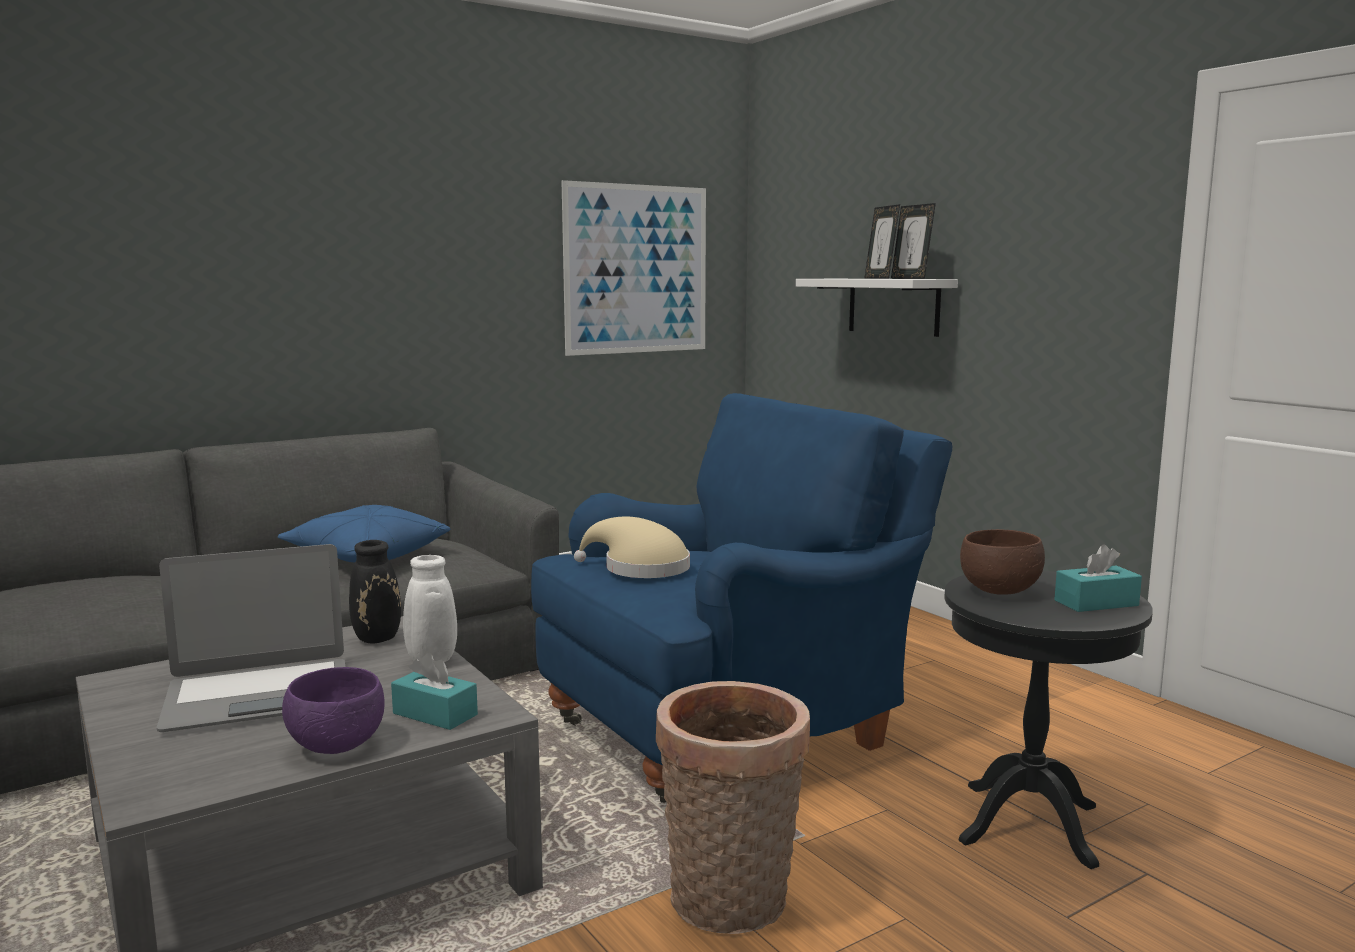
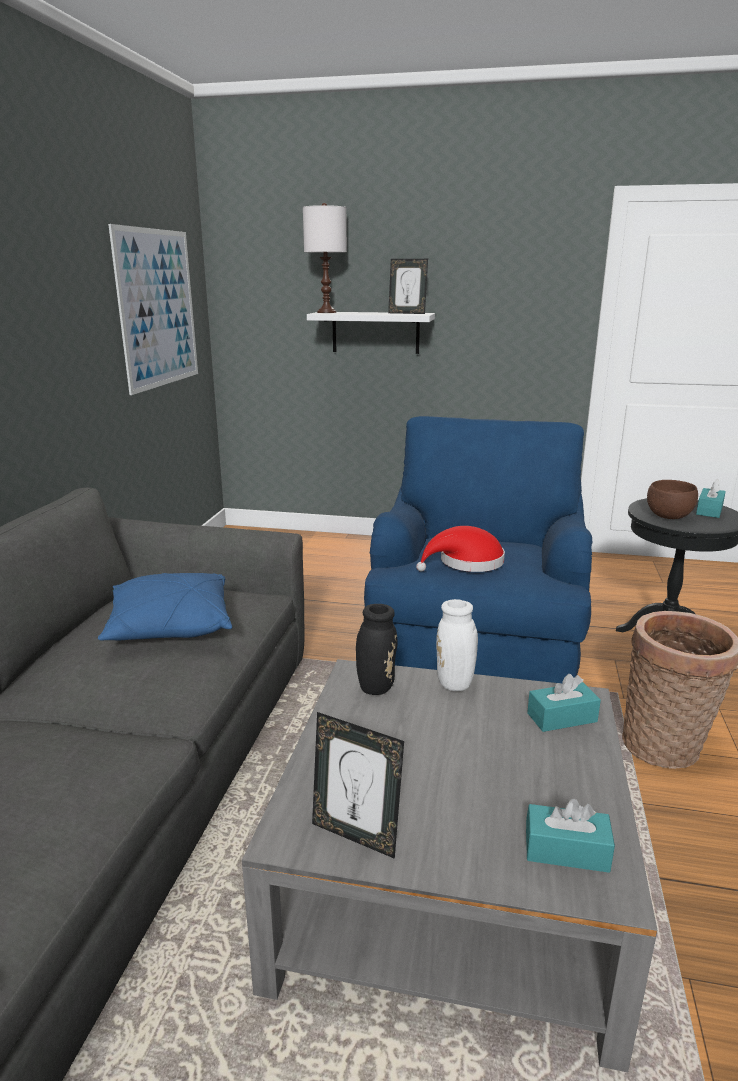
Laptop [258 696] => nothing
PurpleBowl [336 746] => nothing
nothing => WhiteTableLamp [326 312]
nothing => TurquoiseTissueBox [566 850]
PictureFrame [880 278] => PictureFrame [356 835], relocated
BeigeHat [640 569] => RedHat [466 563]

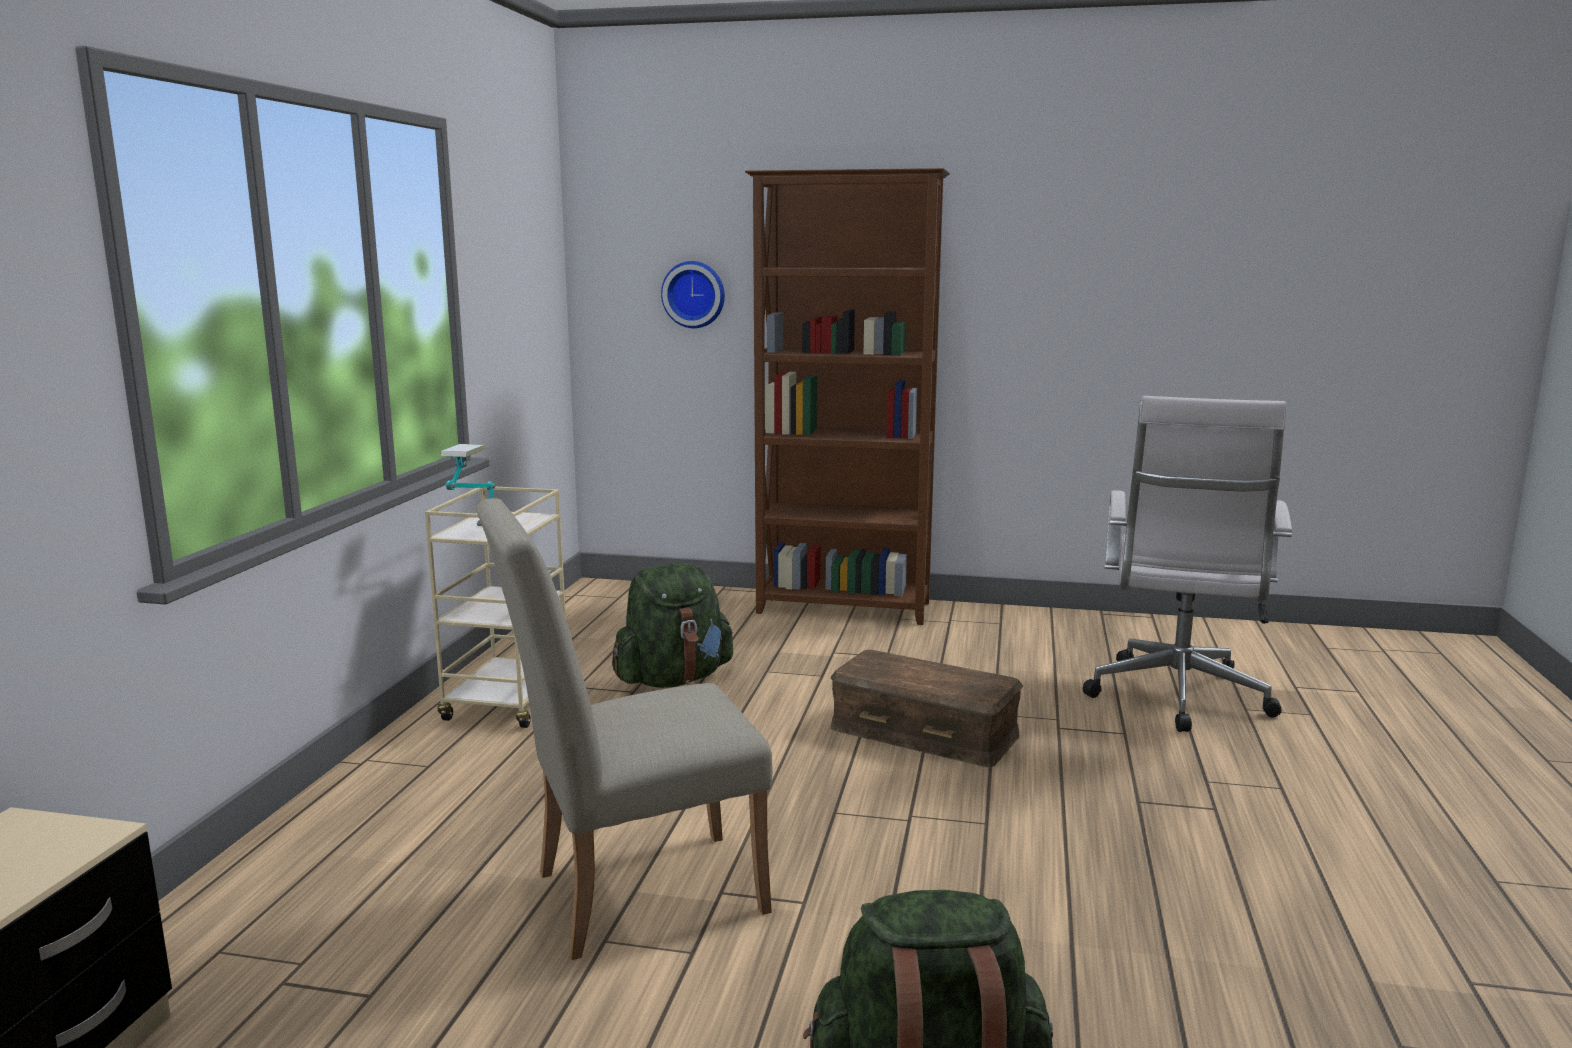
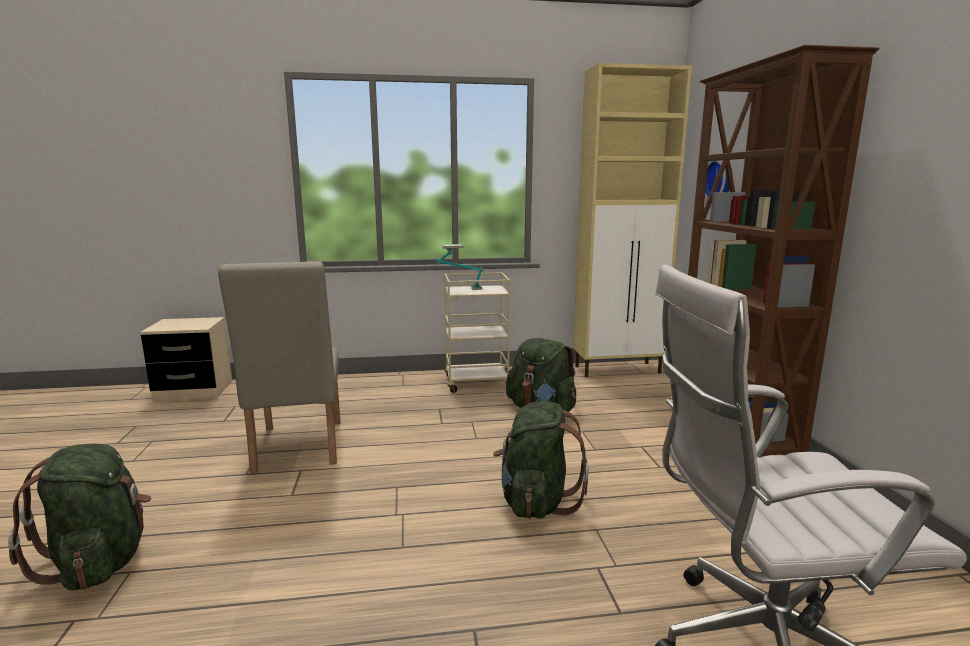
nothing => BeigeCabinet [618 369]
BrownStorageBox [925 731] => GreenBackpack [536 501]
BeigeChair [631 894] => BeigeChair [297 449], 150 degrees counterclockwise

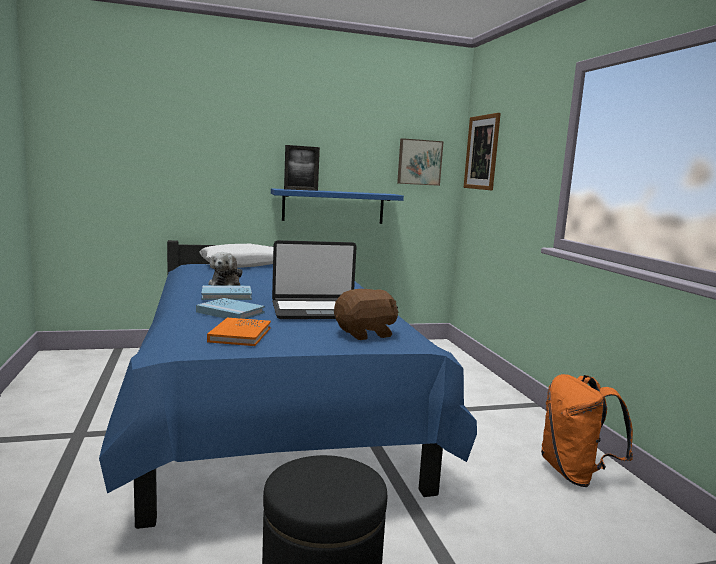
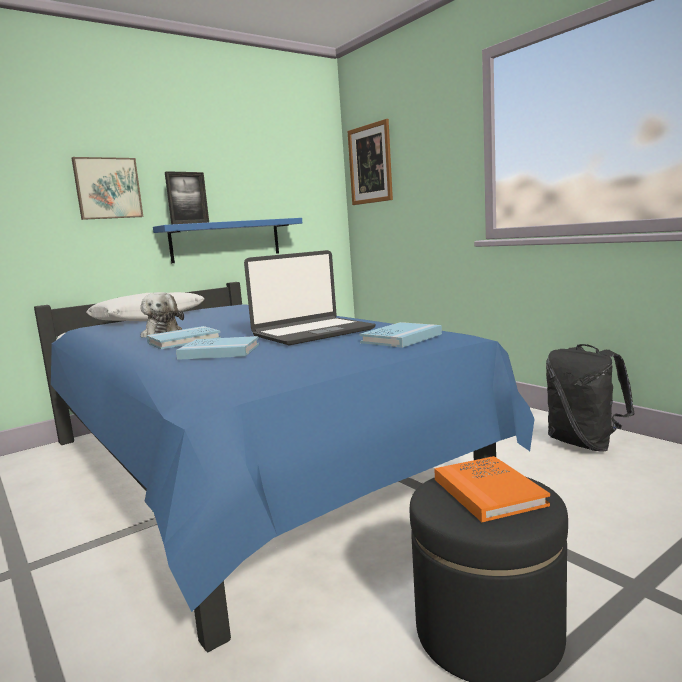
OrangeBook [240 335] => OrangeBook [488 492], relocated
Picture [419 162] => Picture [107 188], relocated
BrownPlushToy [365 334] => BlueBook [401 338]
OrangeBackpack [575 474] => BlackBackpack [584 443]

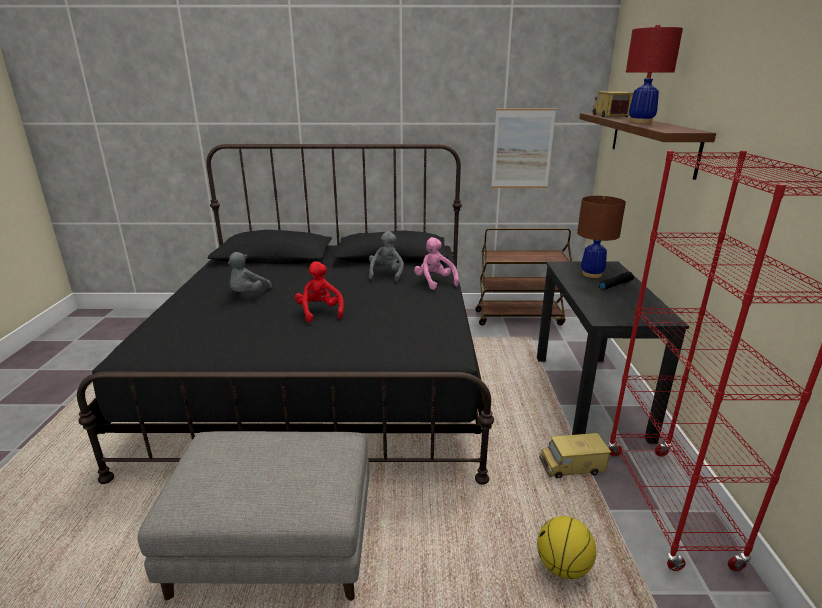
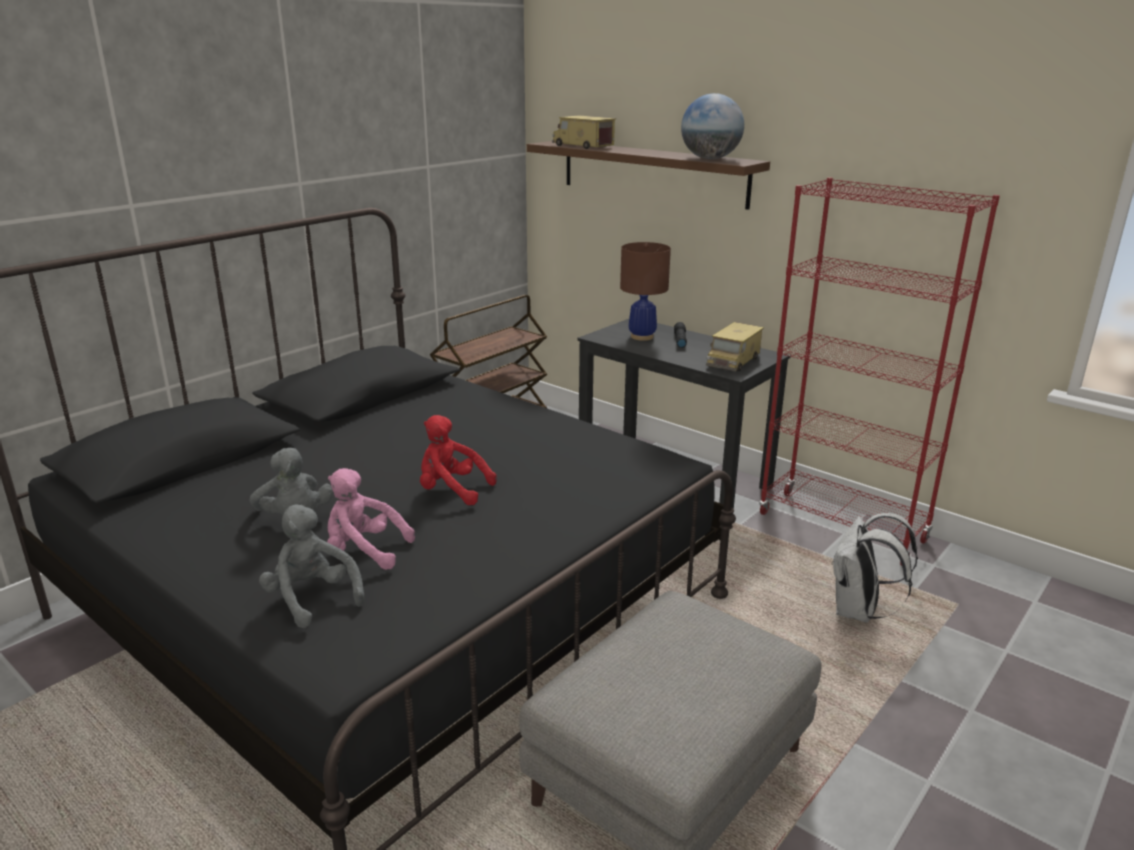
Picture [522 149] => nothing
RedTableLamp [640 122] => nothing
nothing => Globe [710 159]
GreyPlushToy [386 274] => GreyPlushToy [312 598], relocated
PinkPlushToy [434 282] => PinkPlushToy [364 552], relocated
ToyTruck [572 466] => ToyTruck [733 361], relocated
Basketball [562 567] => WhiteBackpack [859 611]

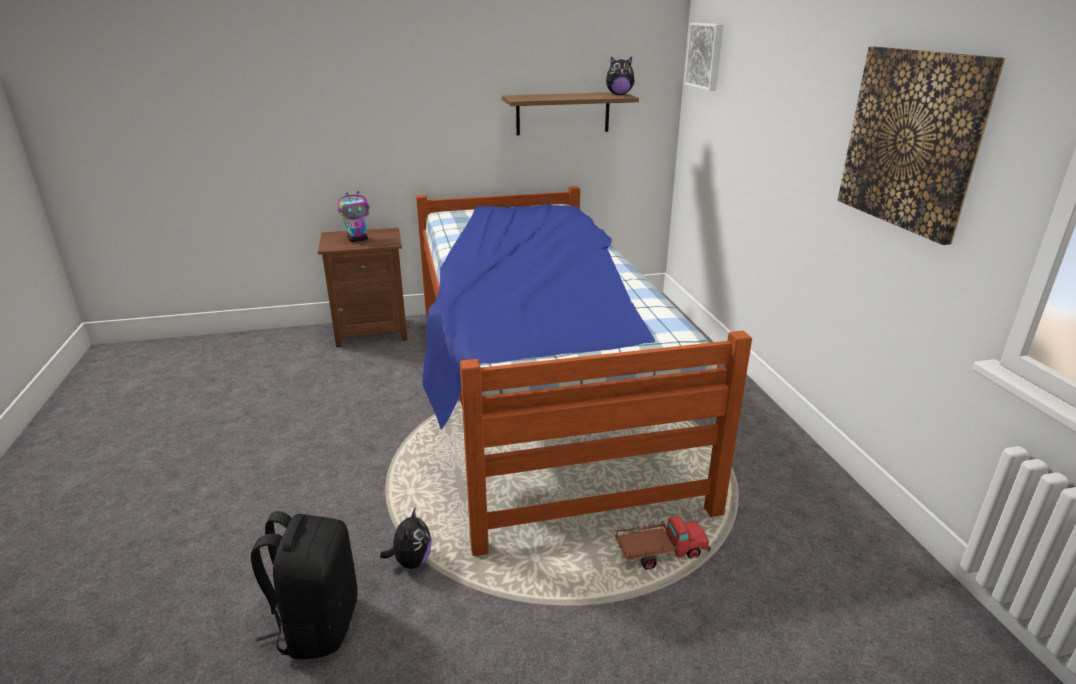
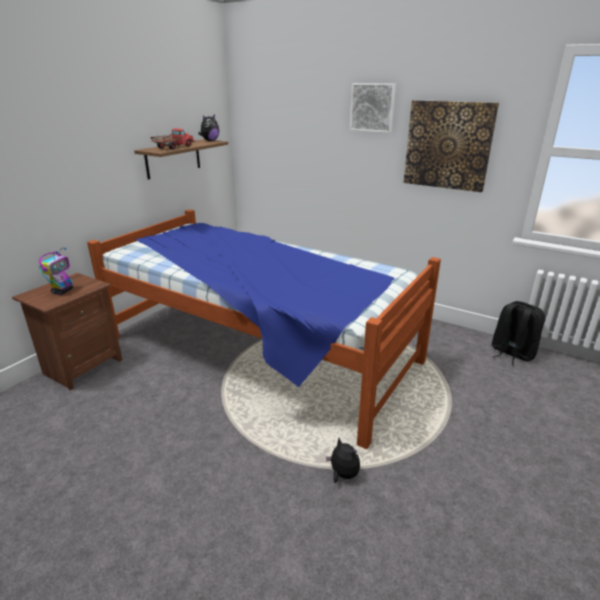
BlackBackpack [317 624] => BlackBackpack [511 353], relocated
ToyTruck [659 552] => ToyTruck [173 147], relocated
Picture [706 56] => Picture [373 107], relocated

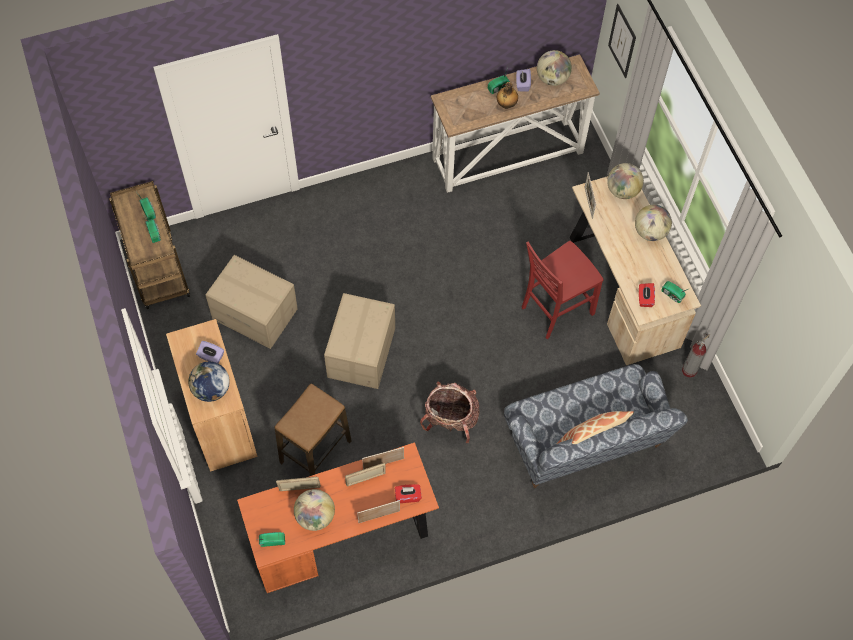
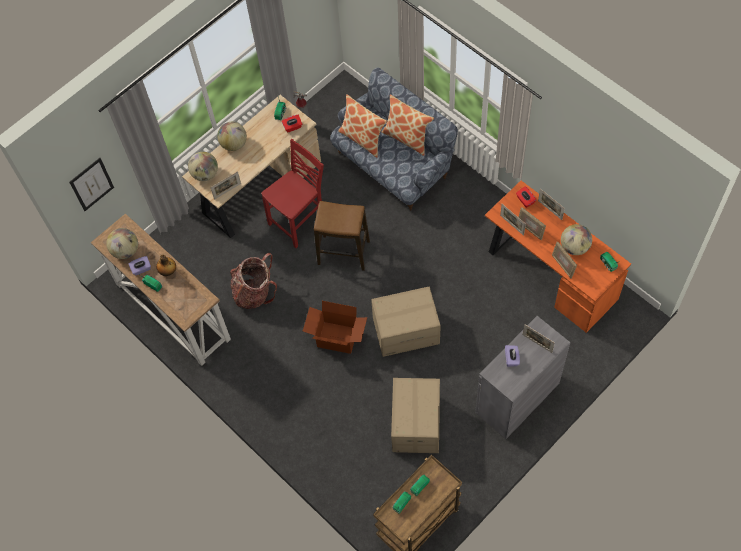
nothing => CardboardBox [337 338]
nothing => Pillow [363 138]
Stool [315 452] => Stool [343 253], relocated
Backpack [450 420] => Backpack [254 292], relocated
Globe [211 390] => PictureFrame [537 343]
BrownCabinet [221 421] => GreyCabinet [517 398]
RedChair [555 310] => RedChair [299 221], 75 degrees counterclockwise

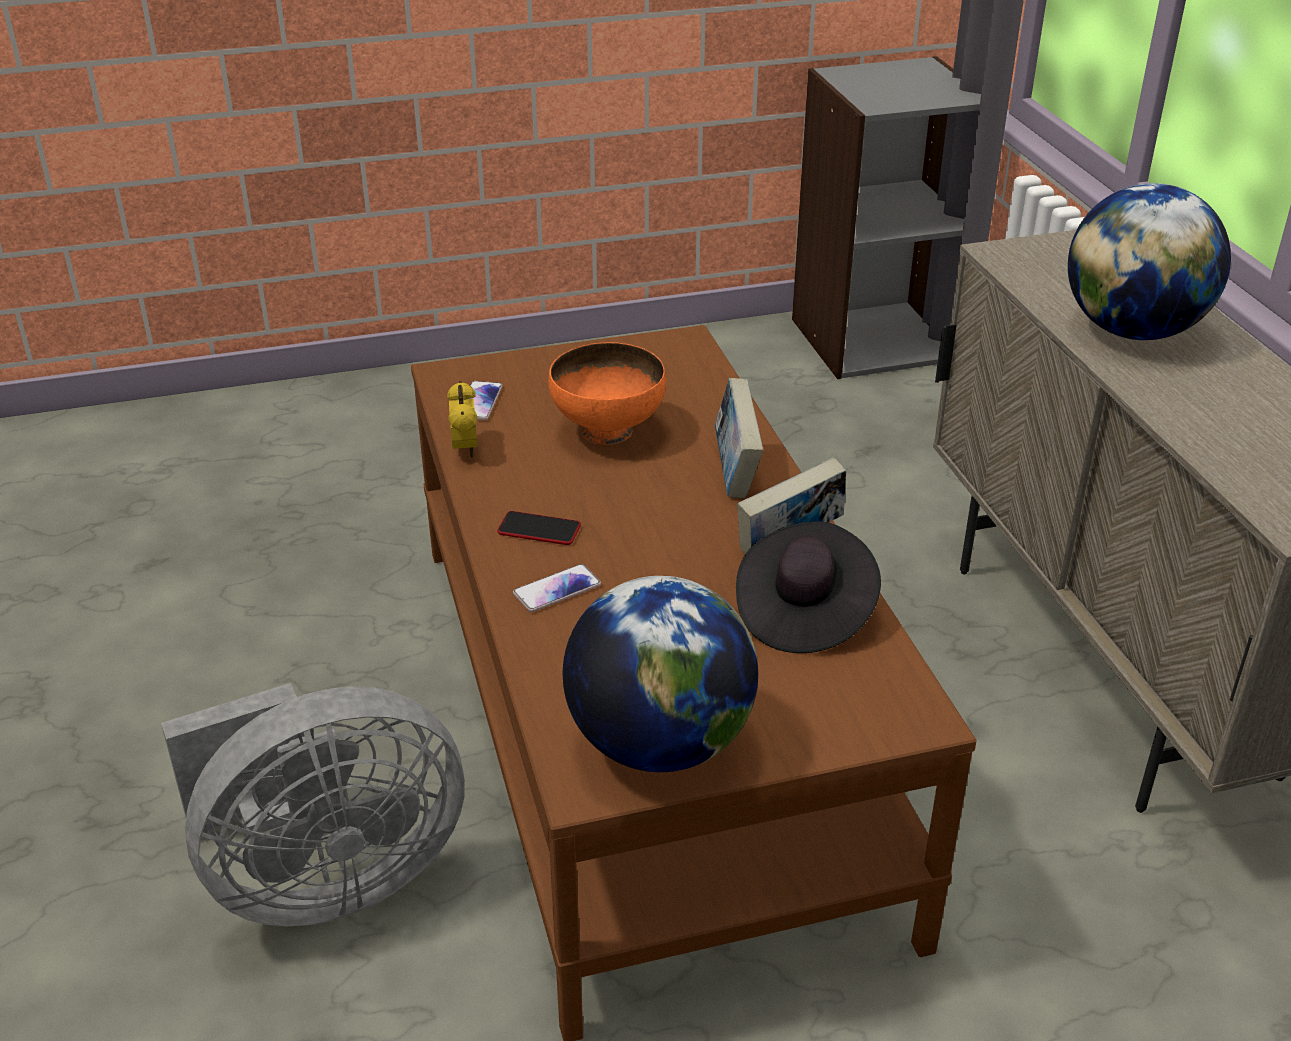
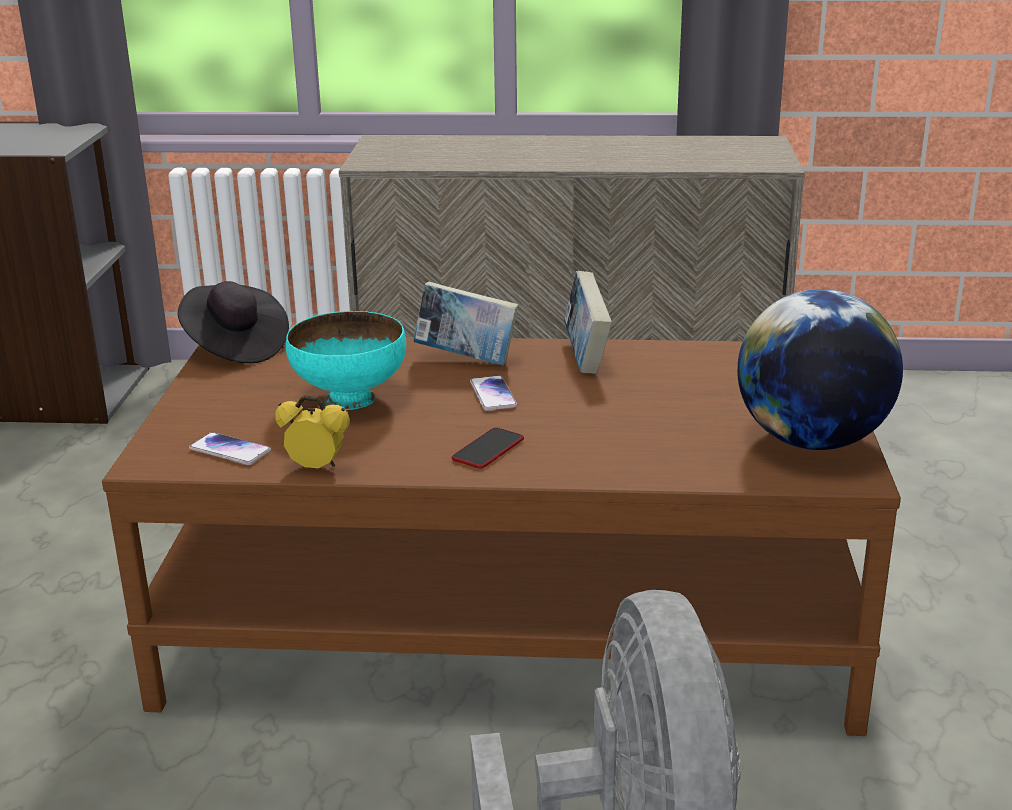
Globe [1133 330] => nothing
Phone [557 589] => Phone [492 394], relocated
BlackHat [804 613] => BlackHat [235 347], relocated
OrangeBowl [608 432] => TurquoiseBowl [351 398]

